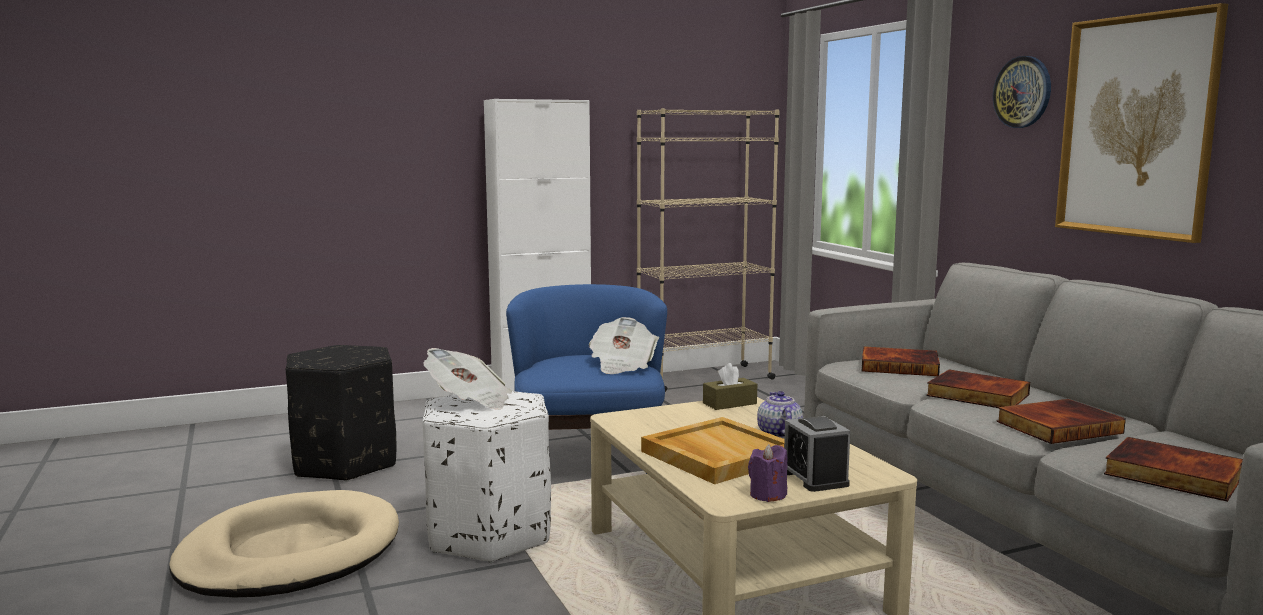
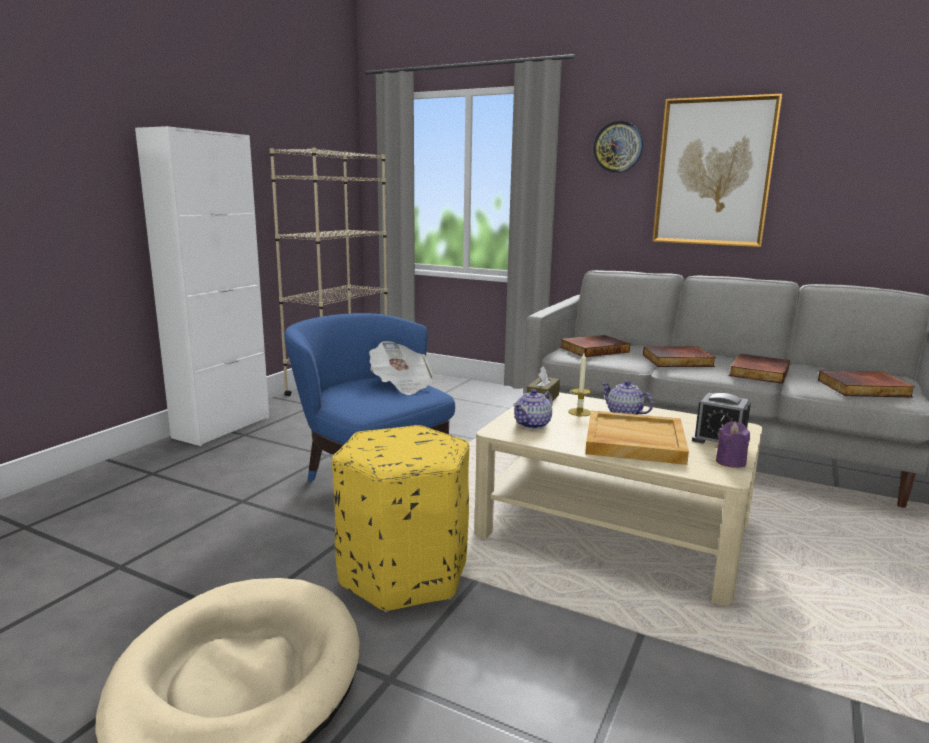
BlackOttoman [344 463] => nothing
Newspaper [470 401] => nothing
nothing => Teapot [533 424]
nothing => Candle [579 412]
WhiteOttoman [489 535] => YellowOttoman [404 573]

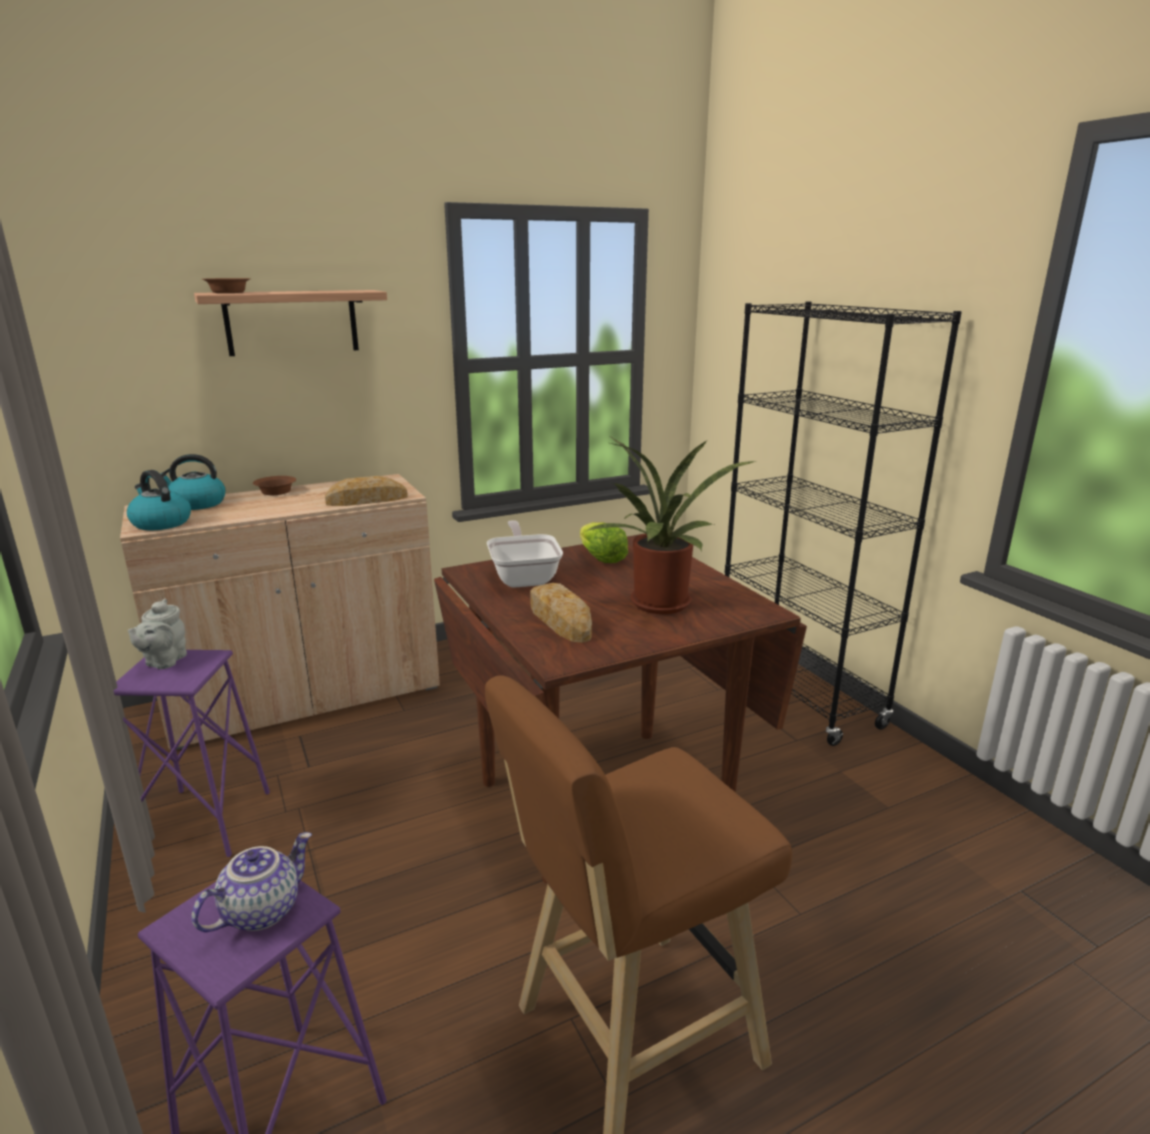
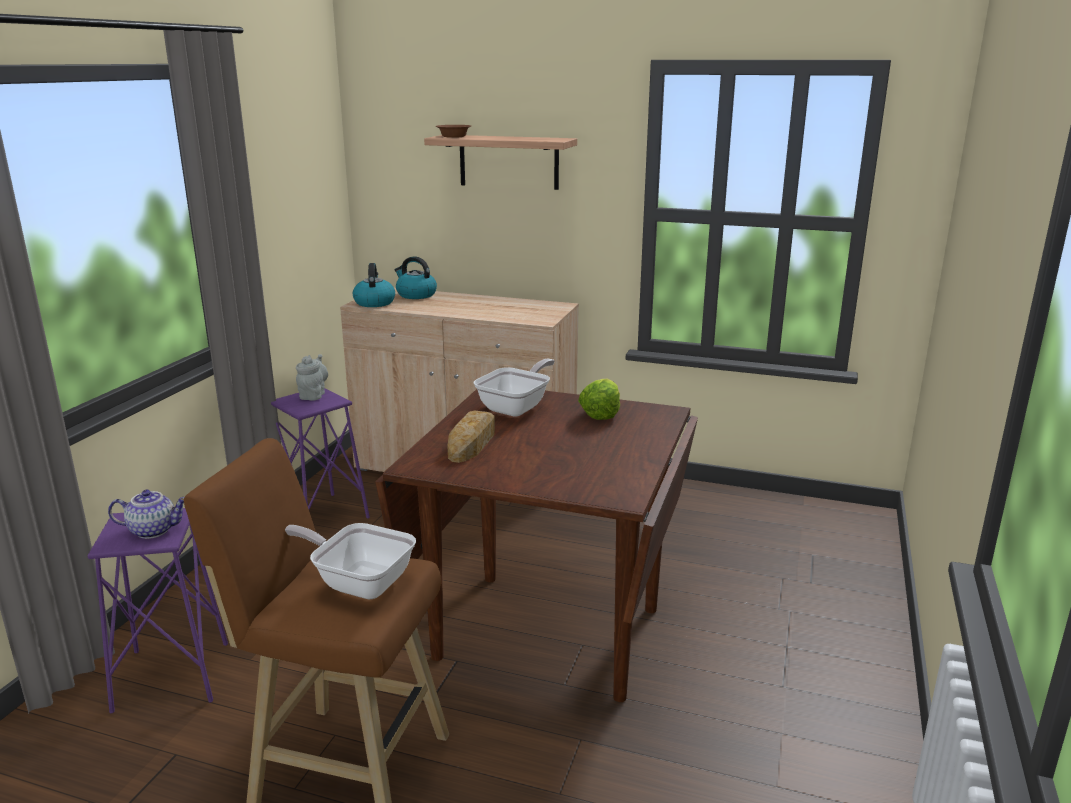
BrownBowl [275 492] => nothing
Bread [367 500] => nothing
PottedPlant [661 606] => nothing
BlackBookcase [797 695] => nothing
nothing => FryingPan [358 582]
GreyTeapot [164 661] => GreyTeapot [313 395], 135 degrees clockwise

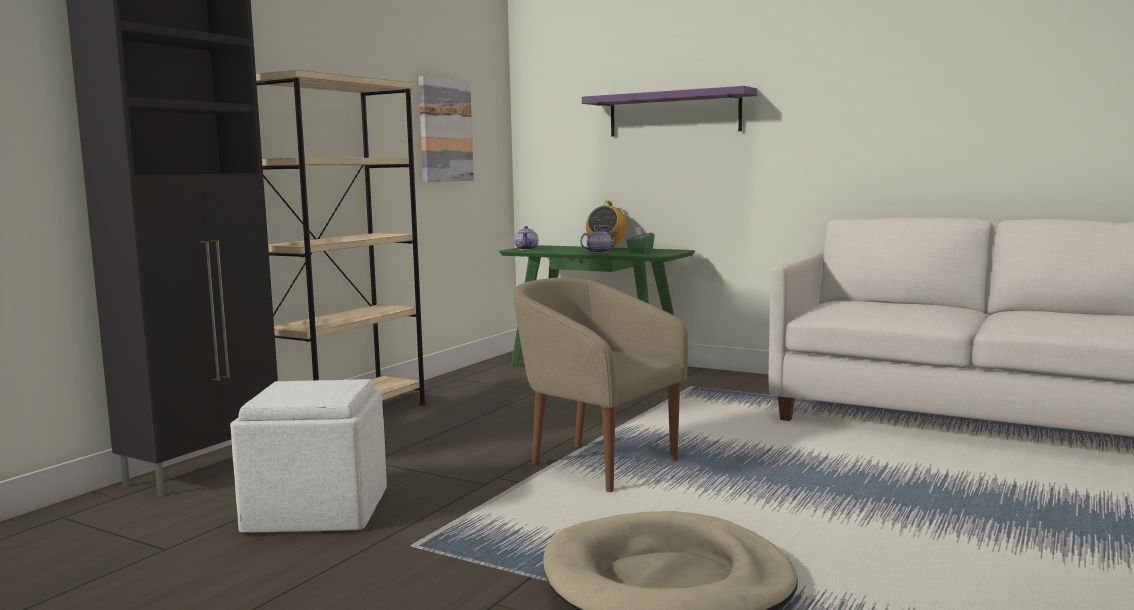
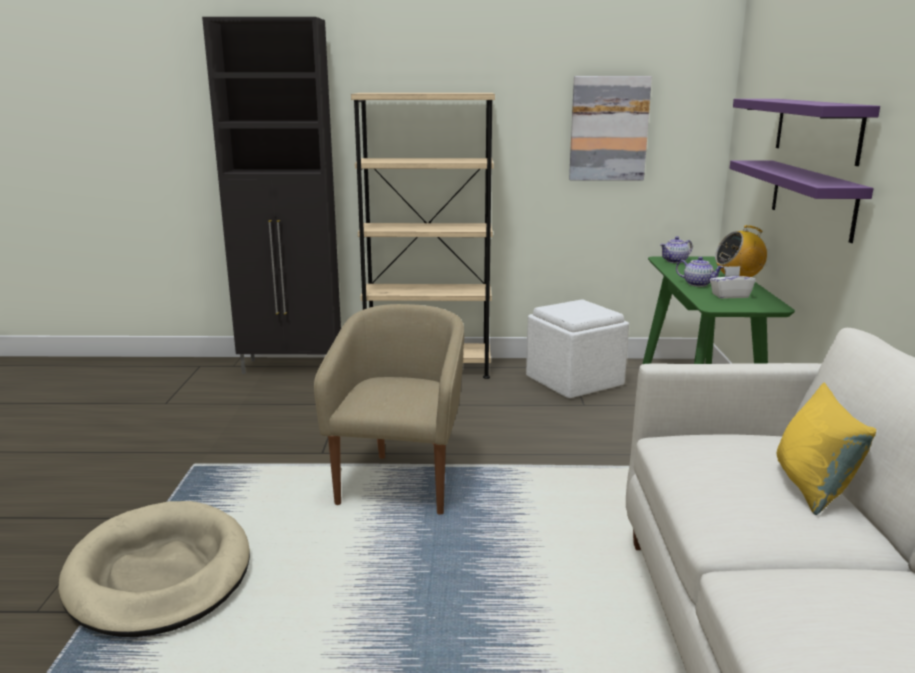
nothing => PurpleShelf [812 198]
nothing => YellowPillow [812 488]
WhiteOttoman [316 509] => WhiteOttoman [574 380], relocated
GreenTissueBox [640 251] => WhiteTissueBox [730 295]

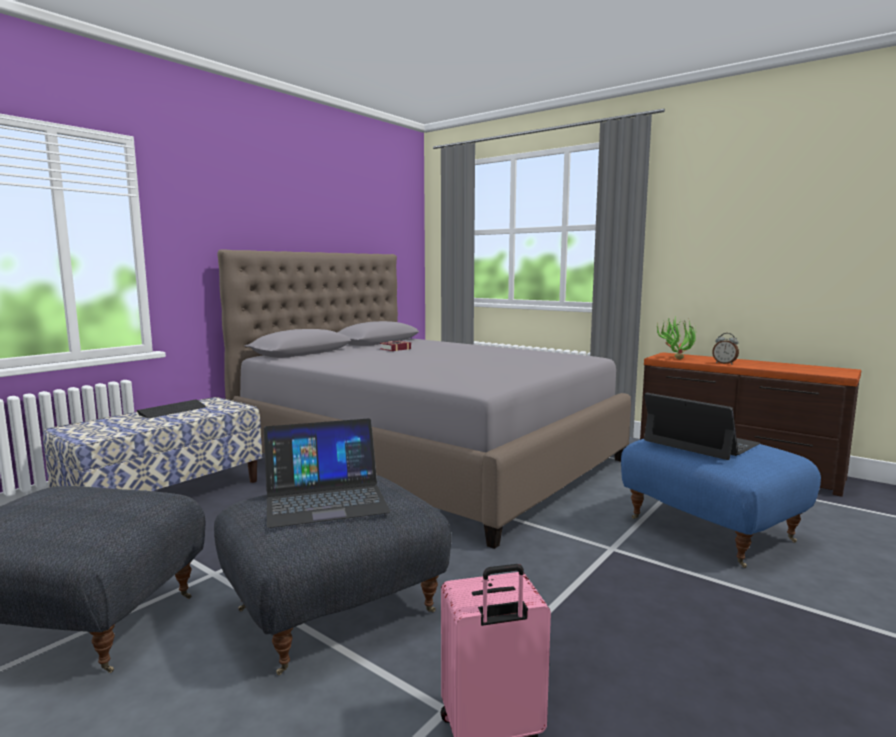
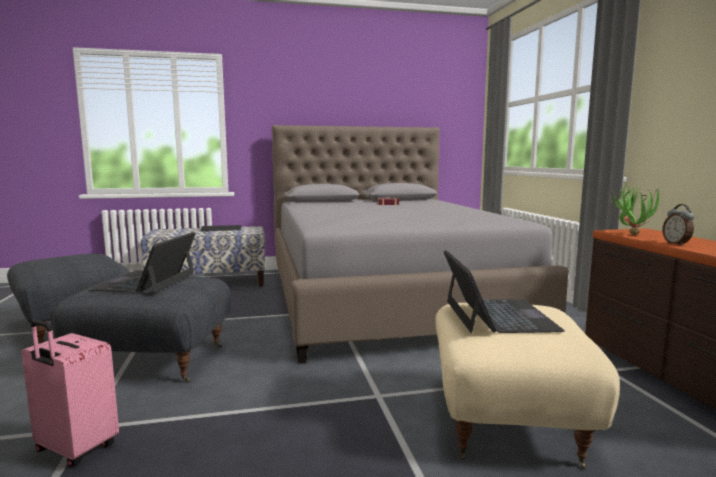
BlueOttoman [712 529] => BeigeOttoman [510 419]
Laptop [325 499] => Laptop [146 281], 75 degrees clockwise

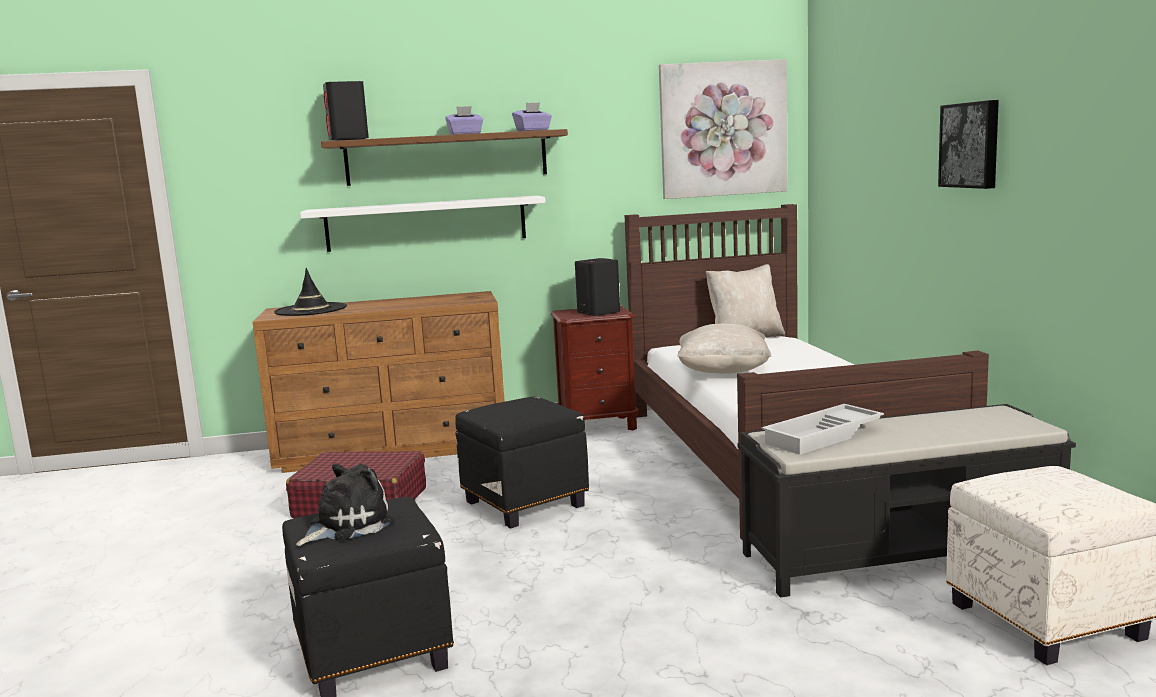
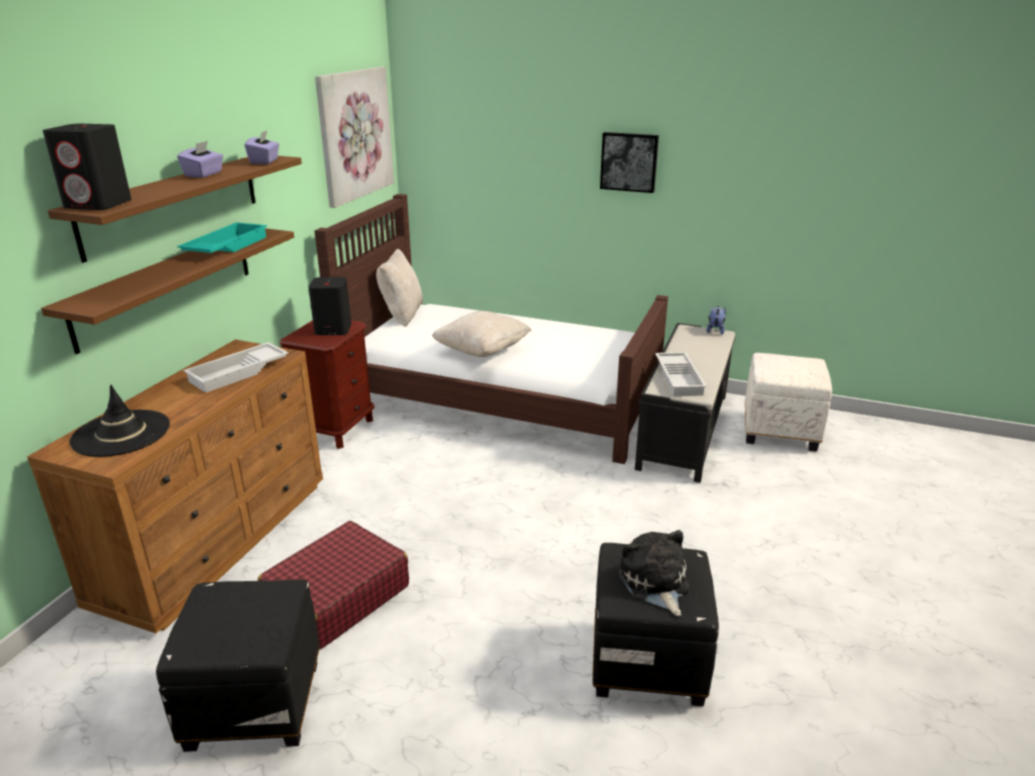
nothing => TurquoiseTray [225 247]
nothing => WhiteTray [239 373]
nothing => PlushToy [715 330]
BlackOttoman [526 504] => BlackOttoman [257 704], relocated
WhiteShelf [426 223] => BrownShelf [167 285]

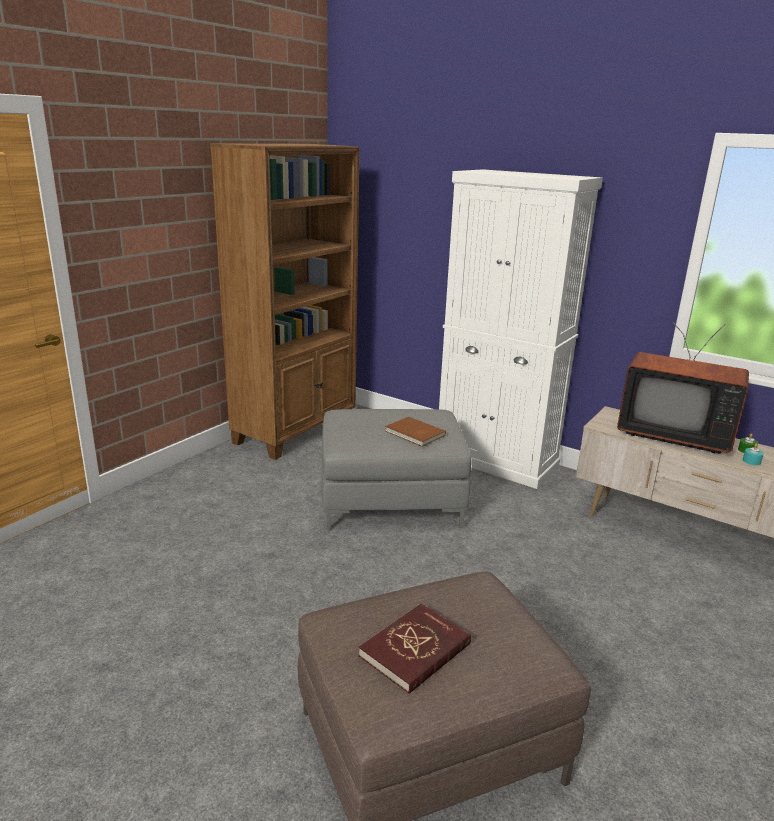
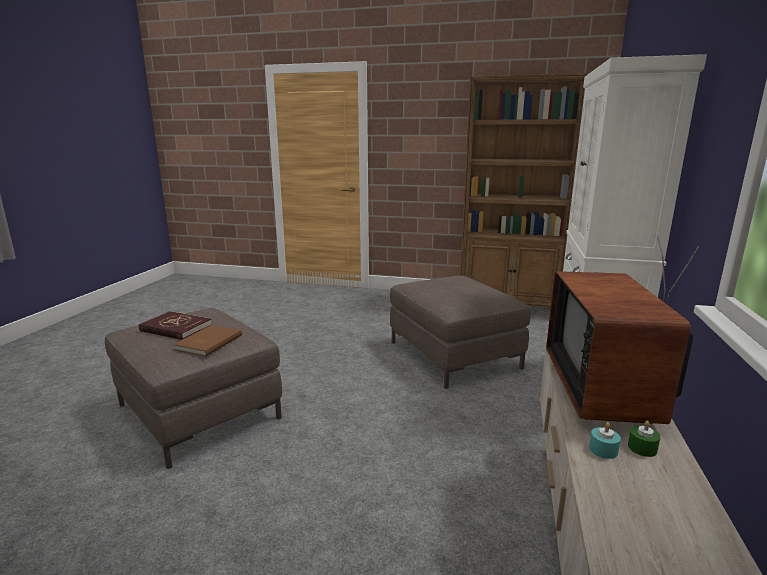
BrownBook [414 434] => BrownBook [207 342], relocated
GreyOttoman [390 500] => BrownOttoman [454 355]

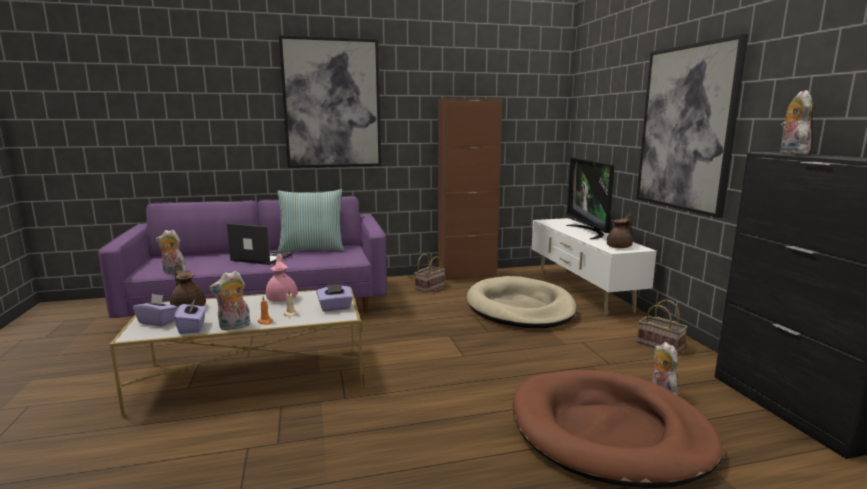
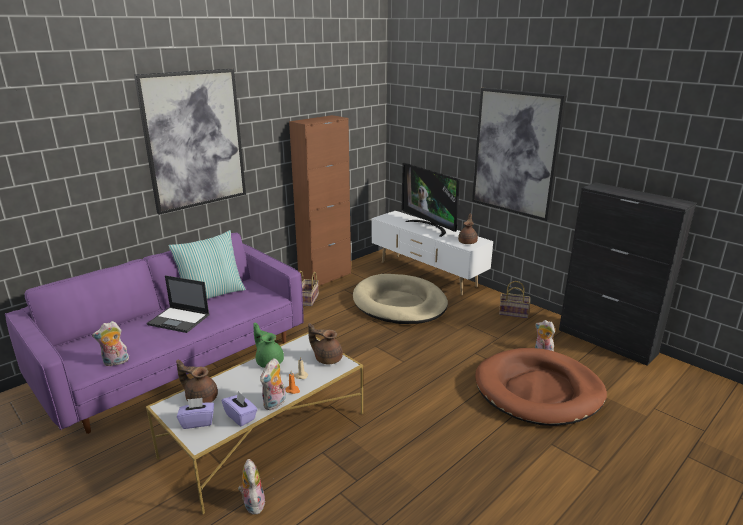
PlushToy [790 153] => PlushToy [252 503], relocated
PurpleTissueBox [335 308] => BrownTeapot [327 358]
PinkTeapot [282 298] => GreenTeapot [269 361]
Laptop [260 258] => Laptop [179 320], 150 degrees counterclockwise

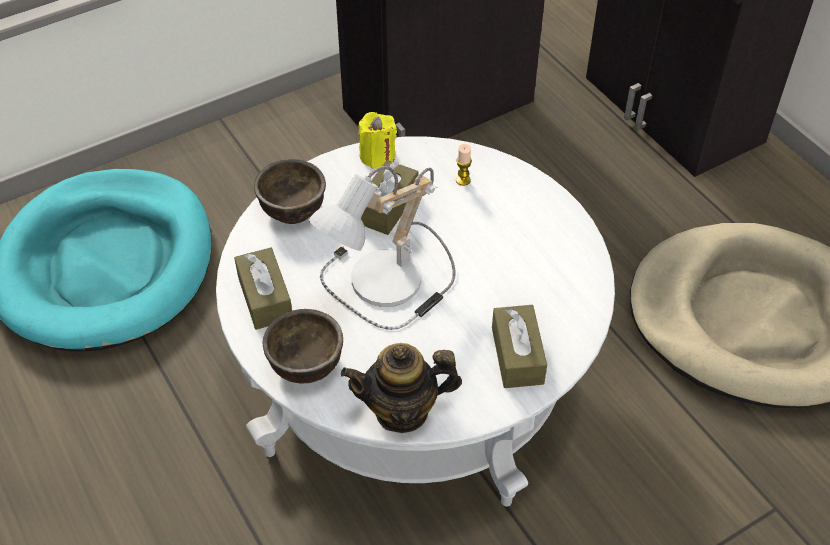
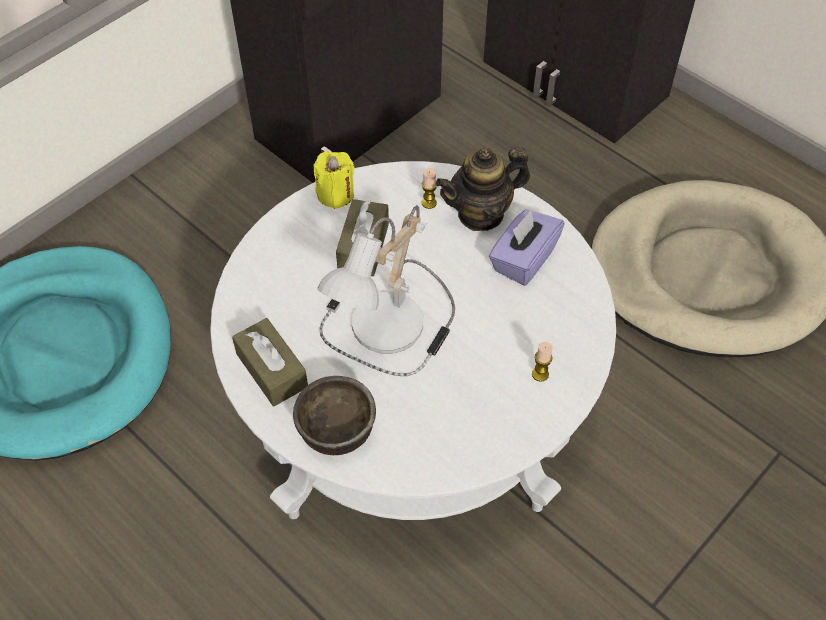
BrownBowl [292 209] => nothing
nothing => PurpleTissueBox [523 259]
Teapot [402 411] => Teapot [481 213], relocated
BrownTissueBox [517 355] => Candle [540 374]

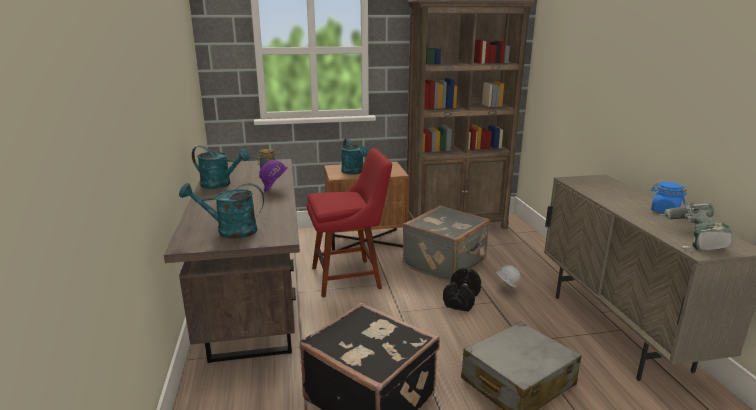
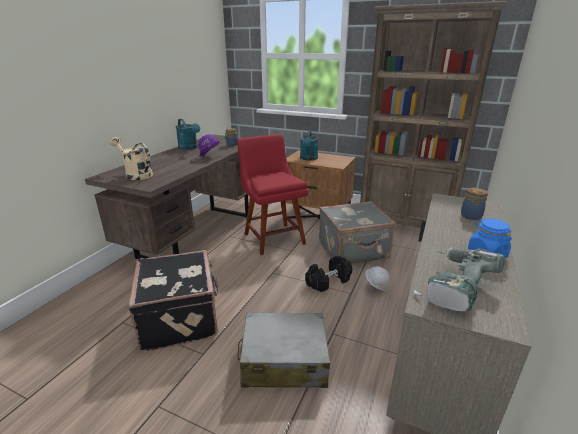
nothing => Jar [471 216]
TurquoiseWateringCan [230 231] => BeigeWateringCan [136 174]
RedChair [350 277] => RedChair [273 237], 135 degrees counterclockwise

